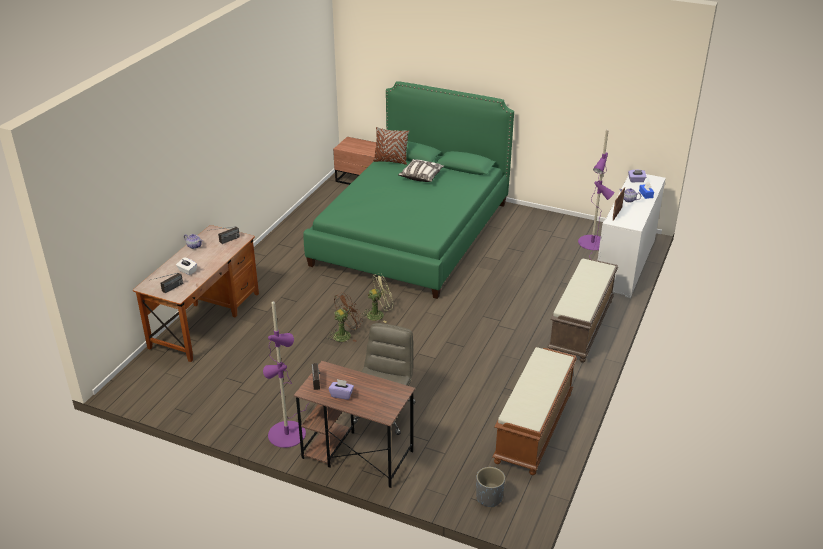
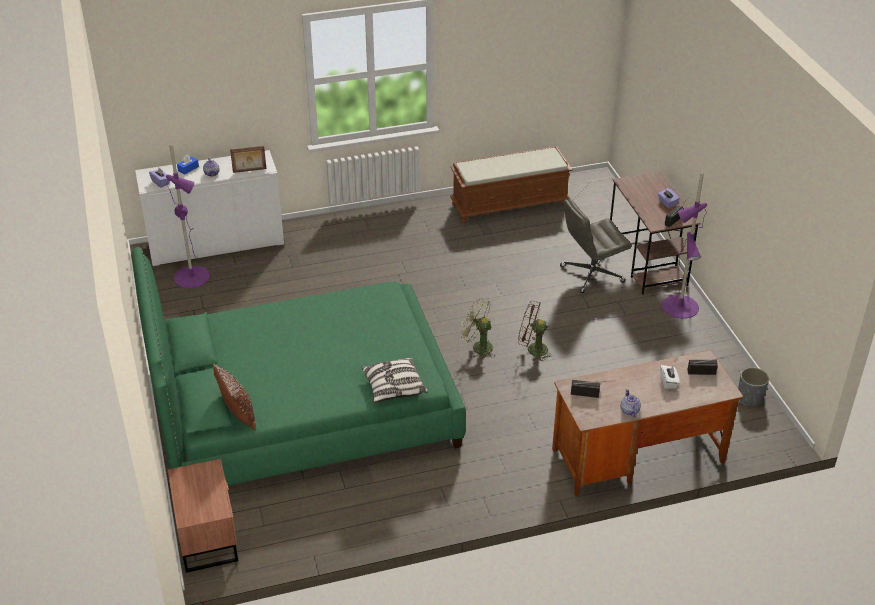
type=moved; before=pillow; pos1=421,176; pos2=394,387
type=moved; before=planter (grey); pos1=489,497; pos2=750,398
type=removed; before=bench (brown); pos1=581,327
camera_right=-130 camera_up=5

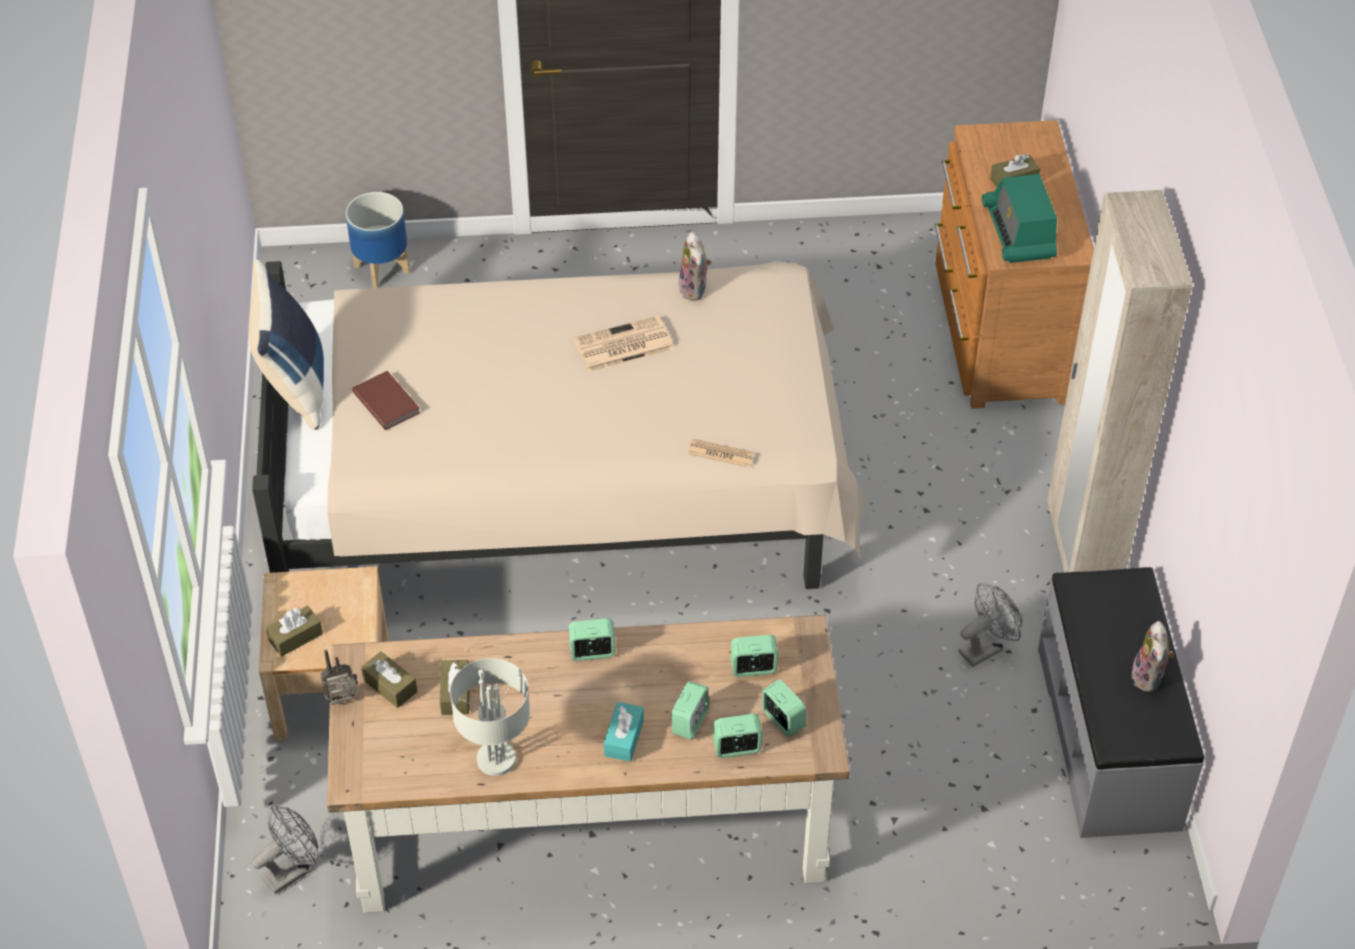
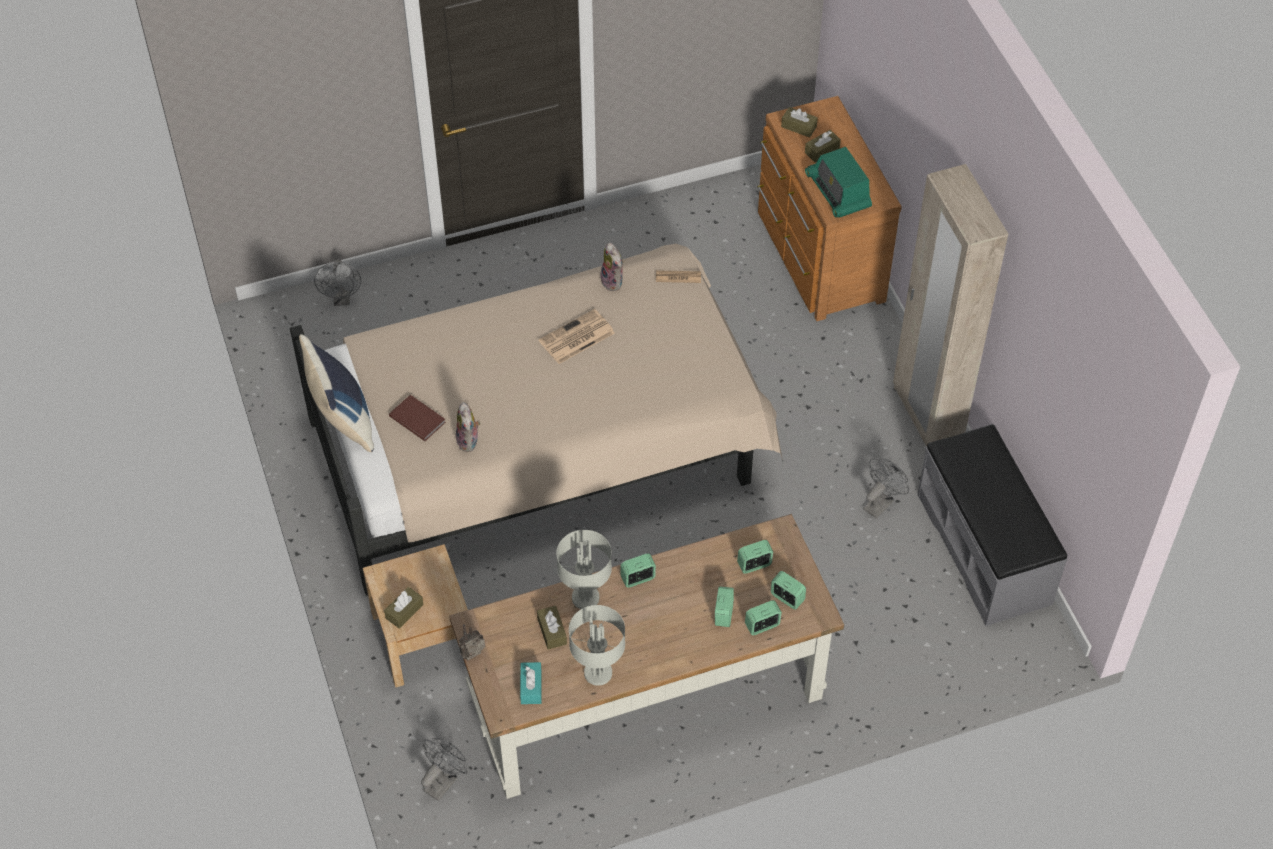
type=replaced; before=planter; after=fan (grey); pos1=382,269; pos2=342,299
type=moved; before=plush toy; pos1=1149,678; pos2=469,441
type=moved; before=tissue box (turquoise); pos1=624,738; pos2=531,687
type=added; after=table lamp (grey); pos2=585,598
type=moved; before=newspaper; pos1=720,454; pos2=678,277
type=moved; before=tissue box (brown); pos1=390,686; pos2=798,127
camera_right=-15 camera_up=5

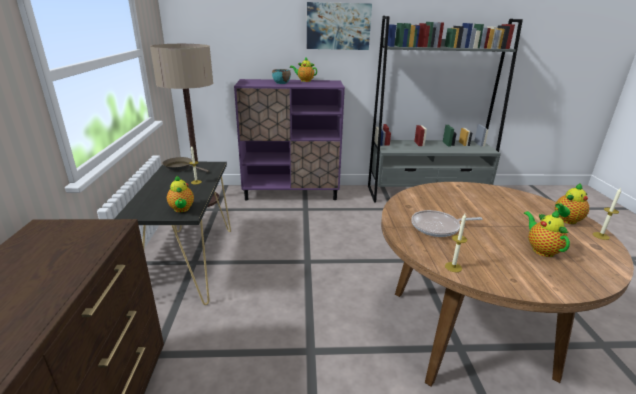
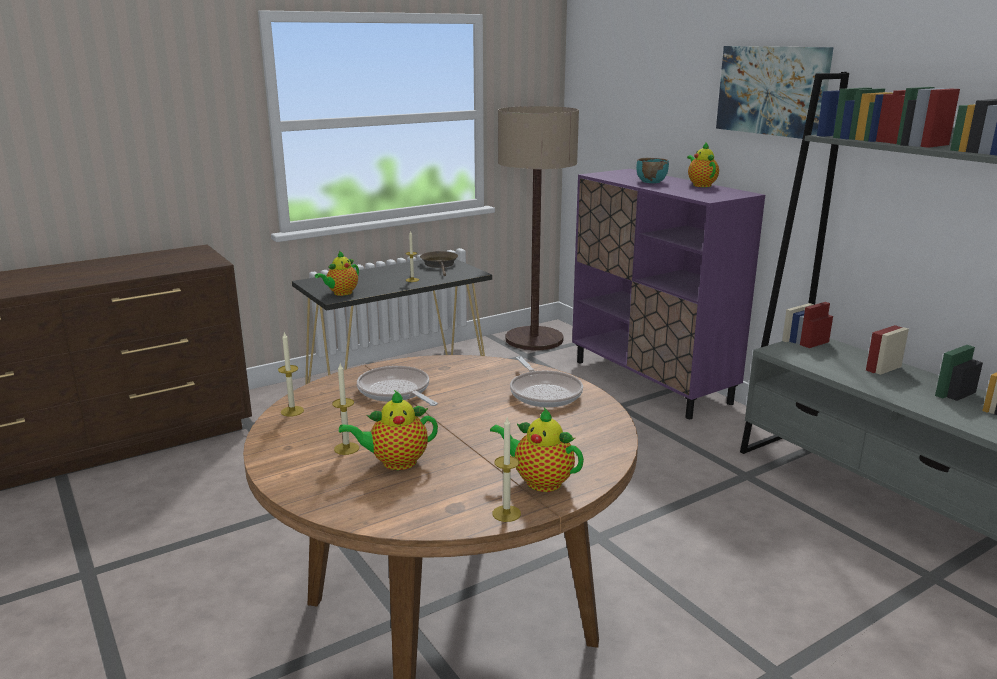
type=added; after=candle; pos2=346,448
type=turned; before=teapot; pos1=541,249; pos2=395,462; turn=-150
type=added; after=frying pan; pos2=544,392
camera_right=60 camera_up=-5

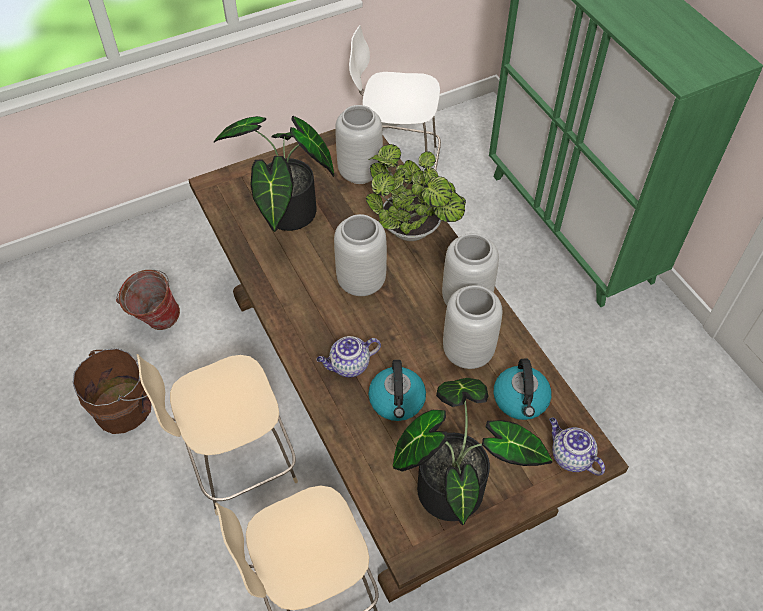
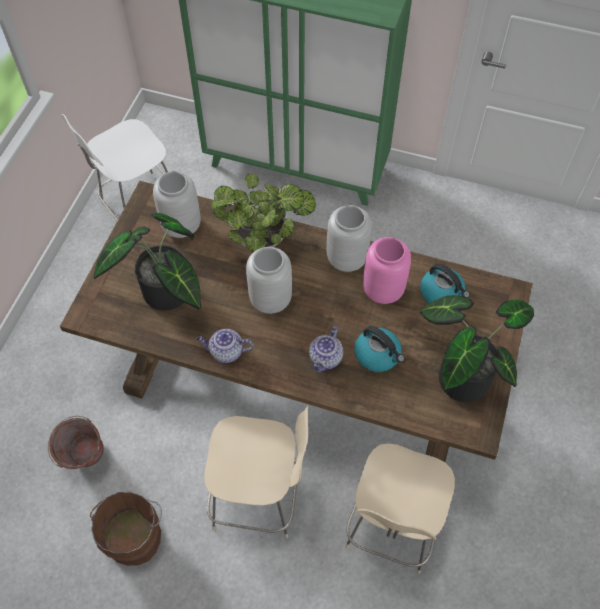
type=moved; before=teapot; pos1=570,456; pos2=226,352
type=turned; before=chair (beige); pos1=239,464; pos2=259,497; turn=-105
type=recoloured; before=vase (grey); after=vase (pink); pos1=469,352; pos2=384,289
camera_right=-45 camera_up=5

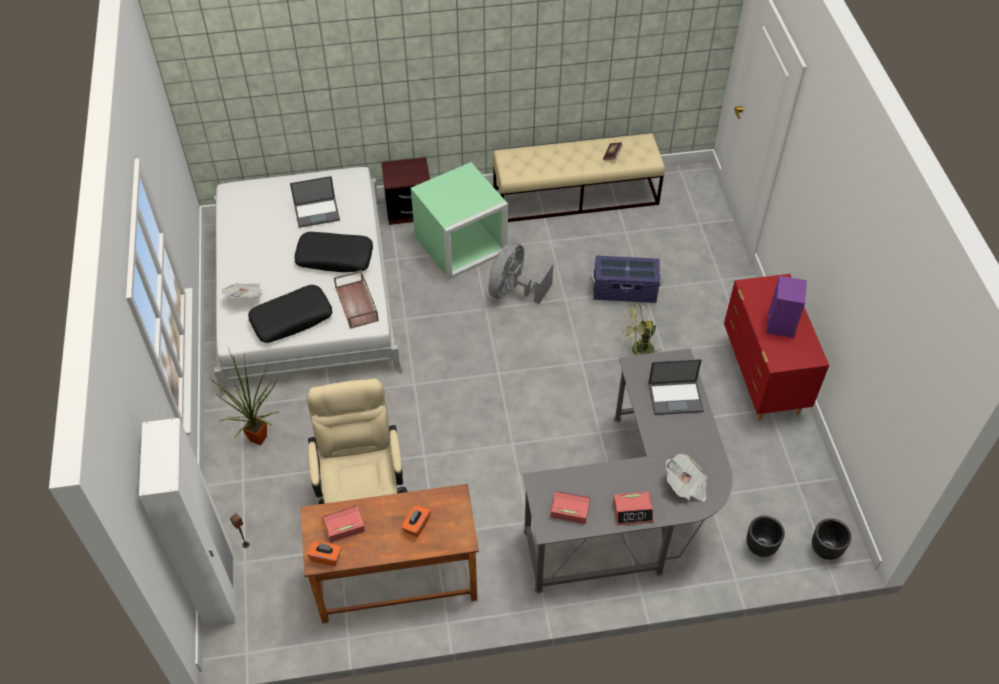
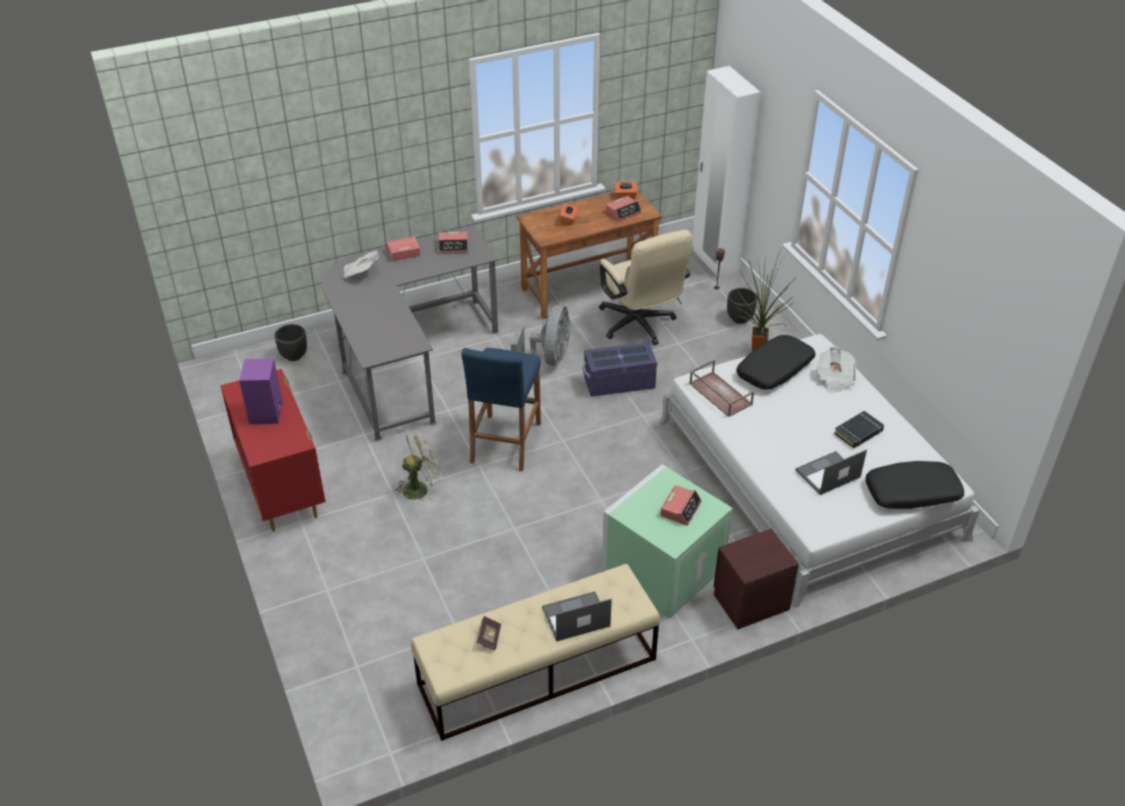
type=added; after=stool (blue); pos2=505,442
type=moved; before=fan (grey); pos1=514,291; pos2=548,359
type=moved; before=laptop; pos1=676,397; pos2=575,617
type=moved; before=storage box (purple); pos1=624,290; pos2=619,383
type=added; after=alarm clock; pos2=680,509
type=moved; before=planter (black); pos1=825,549; pos2=740,319
type=added; after=book (black); pos2=858,432
type=moved; before=pillow (black); pos1=335,257; pos2=912,493
camera_right=165 camera_up=-10

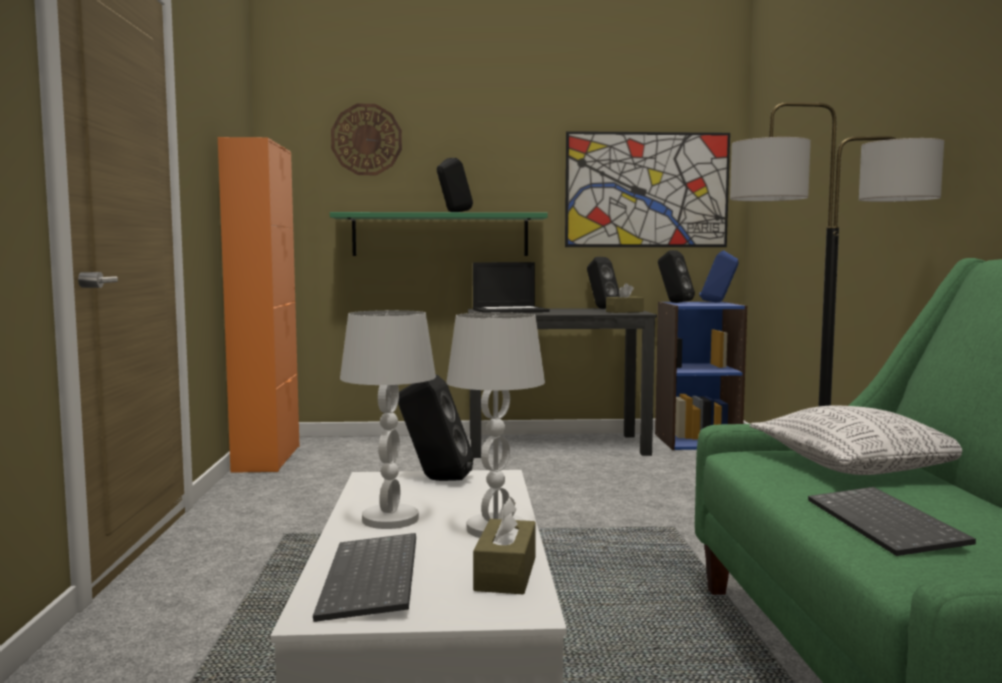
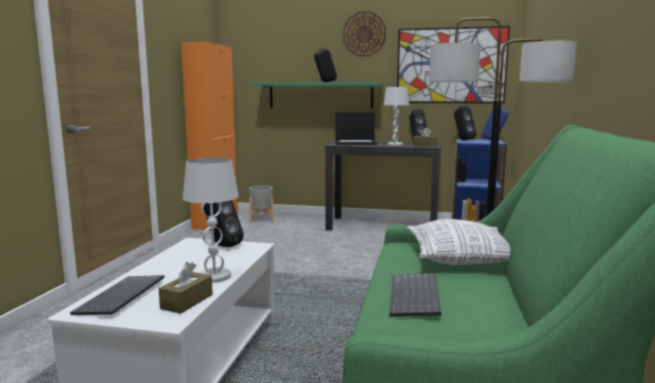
type=added; after=planter (grey); pos2=261,219
type=moved; before=wall clock; pos1=366,139; pos2=364,34
type=moved; before=table lamp (white); pos1=390,519; pos2=395,144
camera_right=15 camera_up=5

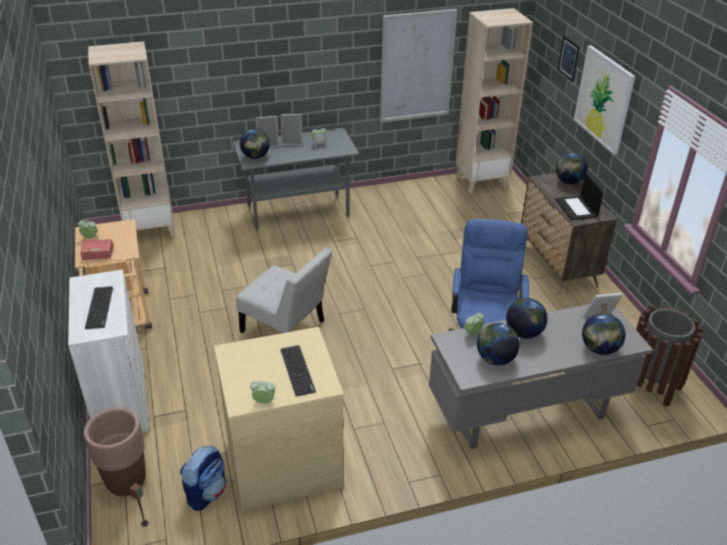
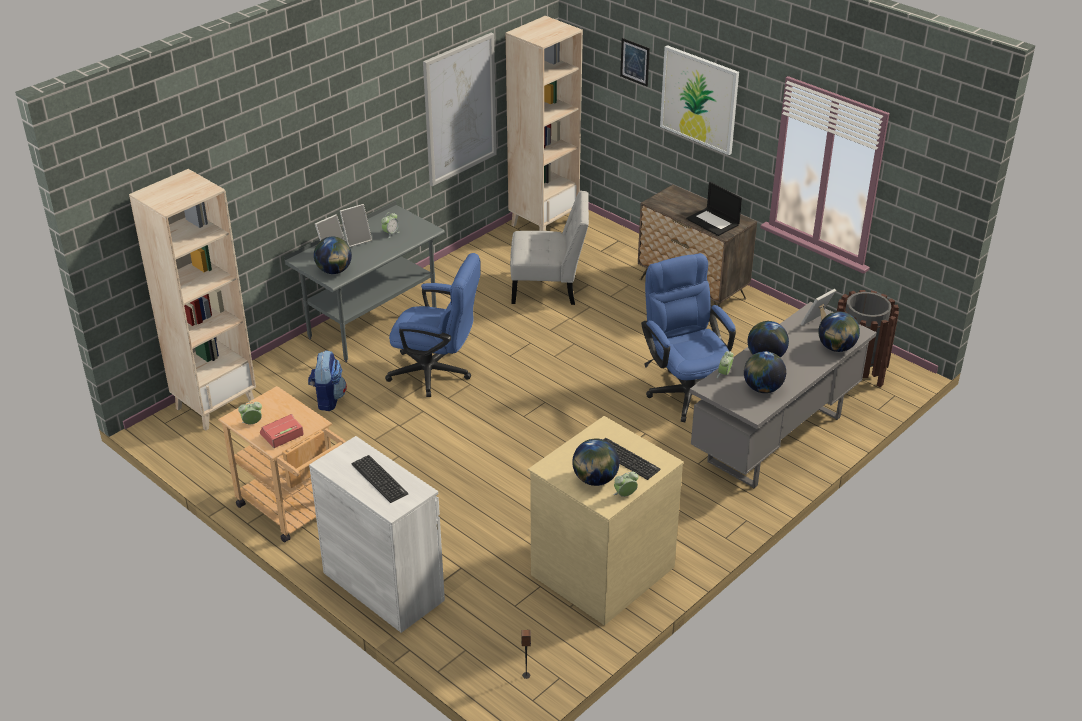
type=moved; before=backpack; pos1=207,493; pos2=328,399
type=added; after=office chair (blue); pos2=437,373
type=moved; before=chair (white); pos1=286,329; pos2=549,288
type=moved; before=globe; pos1=568,182; pos2=595,479
type=removed; before=planter (brown); pos1=126,482
camera_right=-30 camera_up=0

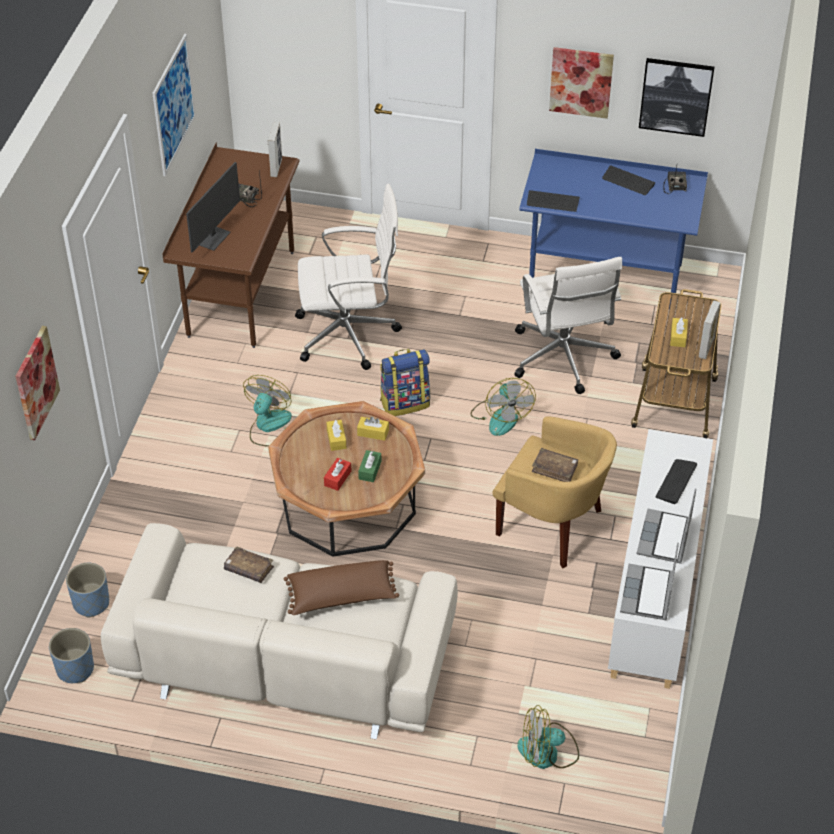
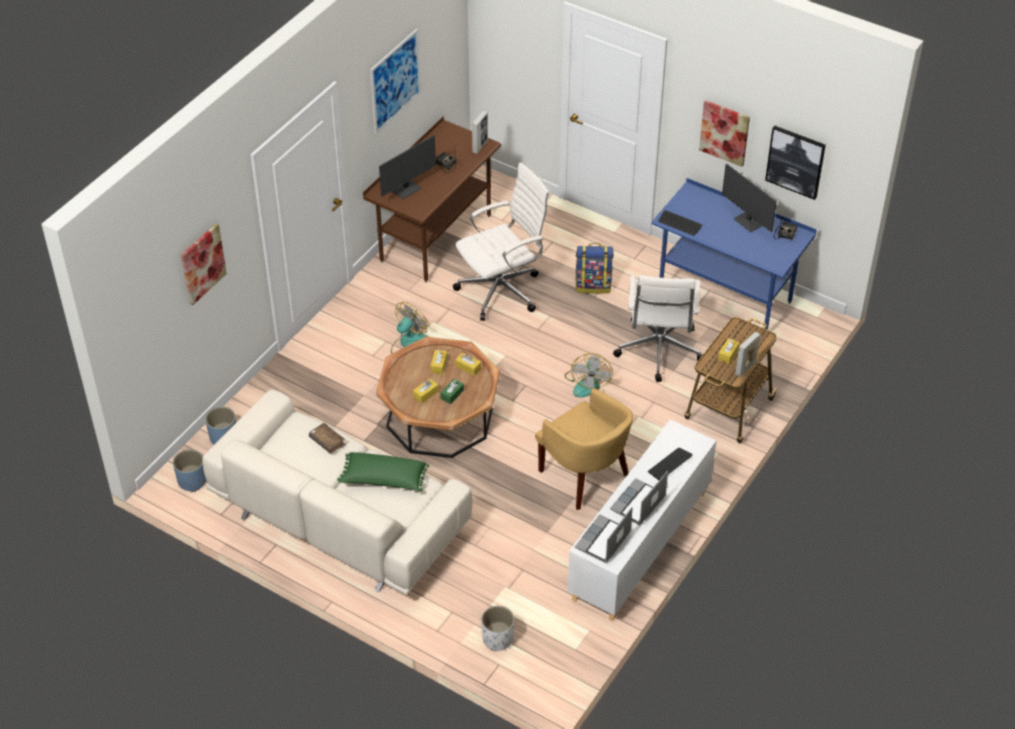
type=recoloured; before=pillow (brown); after=pillow (green); pos1=341,597; pos2=383,480
type=recoloured; before=tissue box (red); after=tissue box (yellow); pos1=337,478; pos2=425,394
type=turned; before=office chair (white); pos1=349,334; pos2=502,290; turn=-45
type=replaced; before=fan; after=planter (white); pos1=548,752; pos2=497,639
type=moved; before=backpack; pos1=405,403; pos2=593,285
type=replaced; before=keyboard; after=monitor; pos1=628,181; pos2=749,221
type=removed; before=book (brown); pos1=555,469
camera_right=20 camera_up=0

